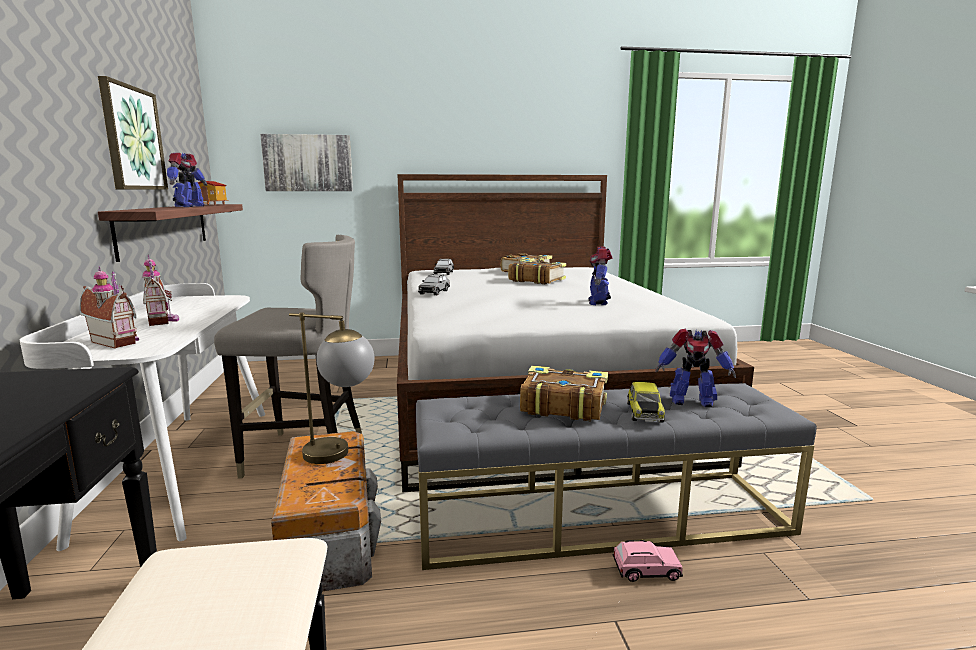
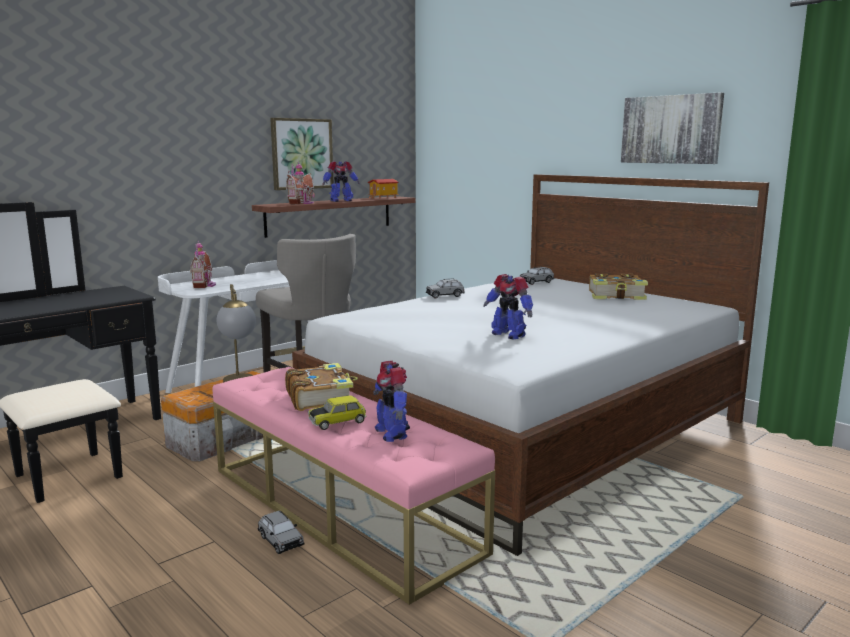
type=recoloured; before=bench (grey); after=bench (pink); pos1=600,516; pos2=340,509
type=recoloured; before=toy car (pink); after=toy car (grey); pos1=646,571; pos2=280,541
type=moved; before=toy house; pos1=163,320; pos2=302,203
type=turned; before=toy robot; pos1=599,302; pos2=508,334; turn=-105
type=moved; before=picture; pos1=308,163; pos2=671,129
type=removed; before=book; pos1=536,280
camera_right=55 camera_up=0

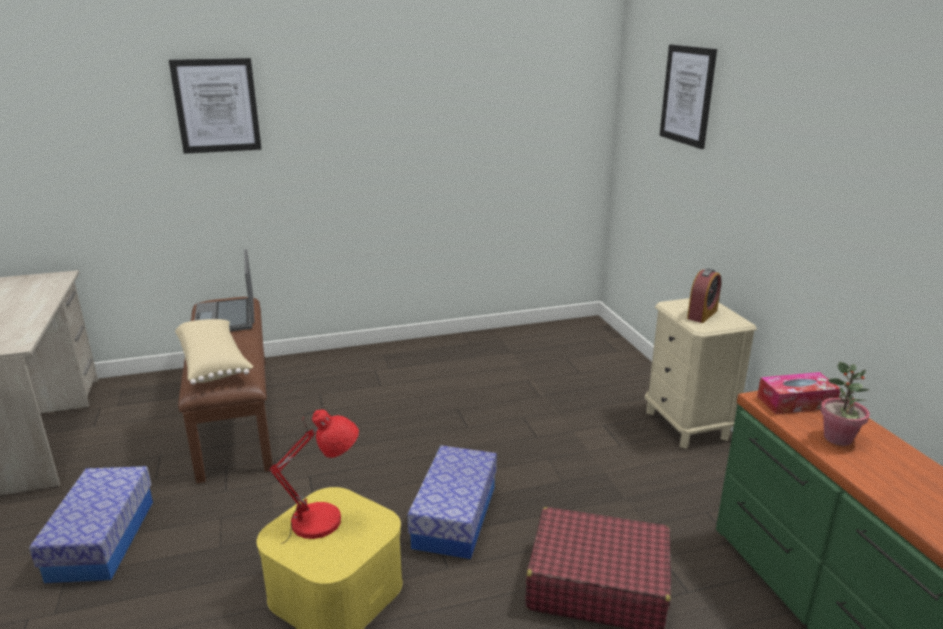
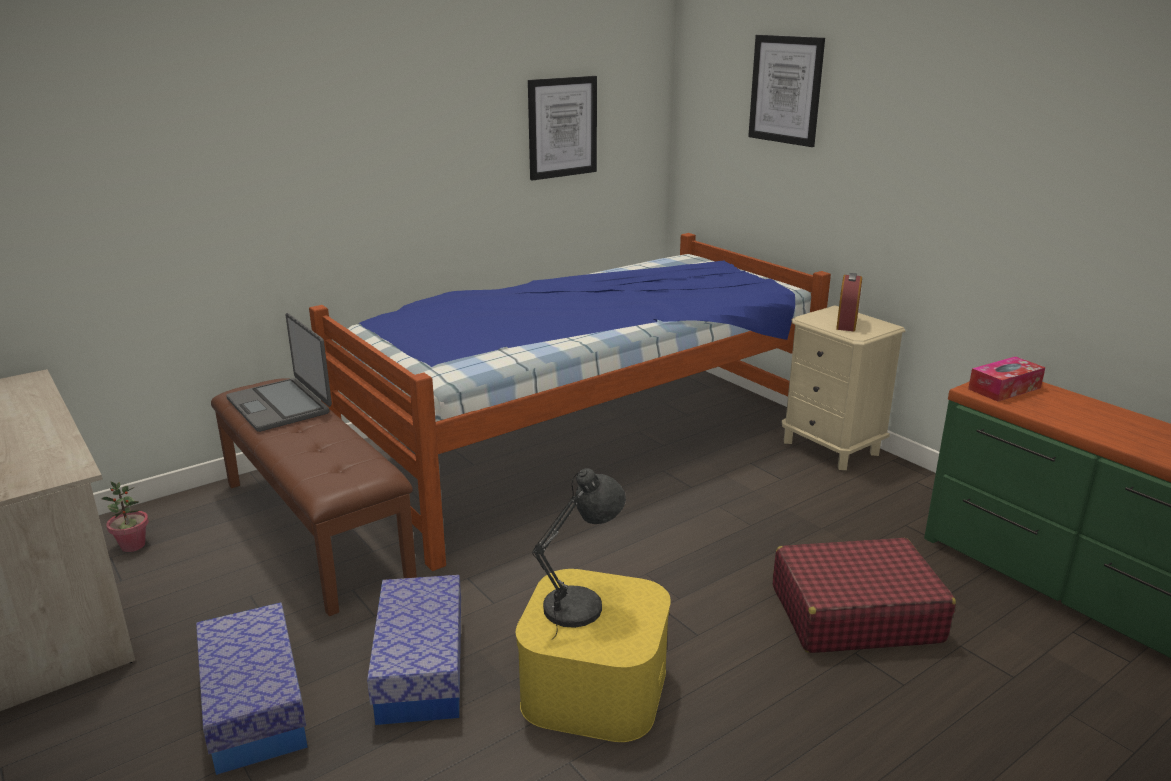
type=moved; before=potted plant; pos1=838,438; pos2=133,546
type=added; after=bed; pos2=582,443
type=moved; before=storage box; pos1=455,516; pos2=421,669
type=moved; before=picture; pos1=217,106; pos2=562,127
type=recoloured; before=table lamp (red); after=table lamp (grey); pos1=323,521; pos2=579,606
type=removed; before=pillow (beige); pos1=214,363
camera_right=-20 camera_up=0

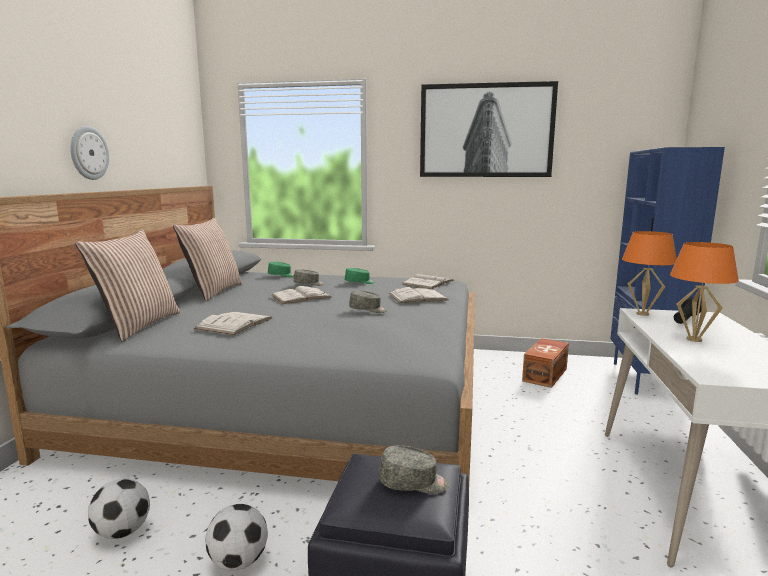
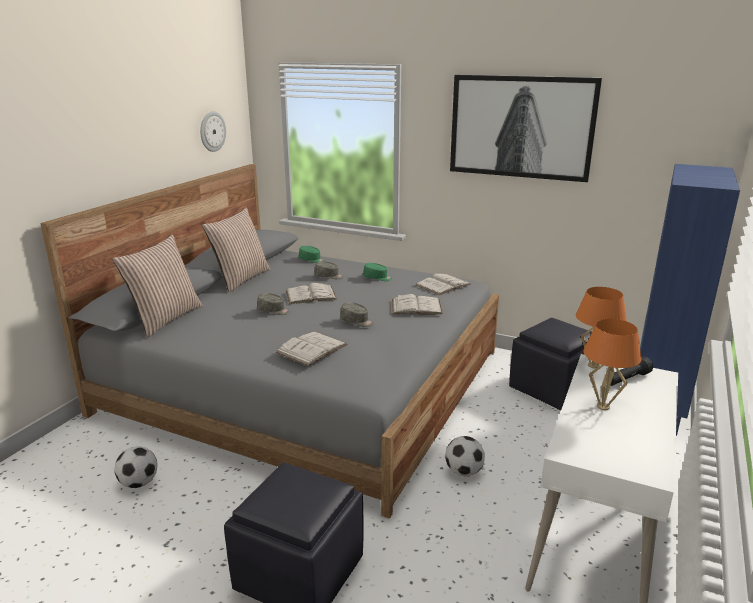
type=moved; before=wall clock; pos1=88,153; pos2=212,131
type=moved; before=cap (grey); pos1=413,483; pos2=273,311
type=moved; before=book (white); pos1=234,323; pos2=311,348
type=moved; before=football; pos1=238,561; pos2=463,472
type=replaced; before=storage box (brown); after=ottoman (black); pos1=546,374; pos2=553,389
camera_right=15 camera_up=10

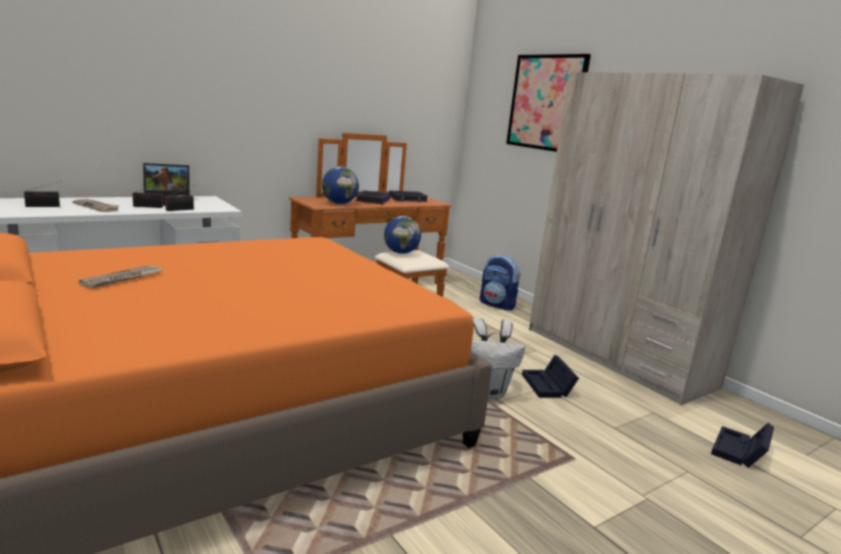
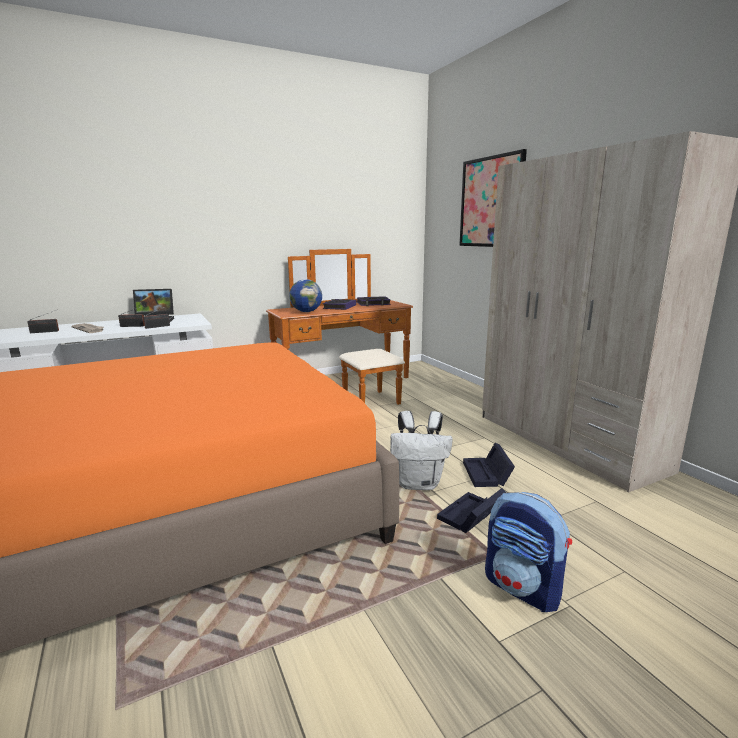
type=moved; before=storage box (black); pos1=740,452; pos2=470,517
type=moved; before=backpack; pos1=497,305; pos2=523,588
type=removed; before=newspaper; pos1=122,279
type=removed; before=globe; pos1=400,253
camera_right=10 camera_up=0

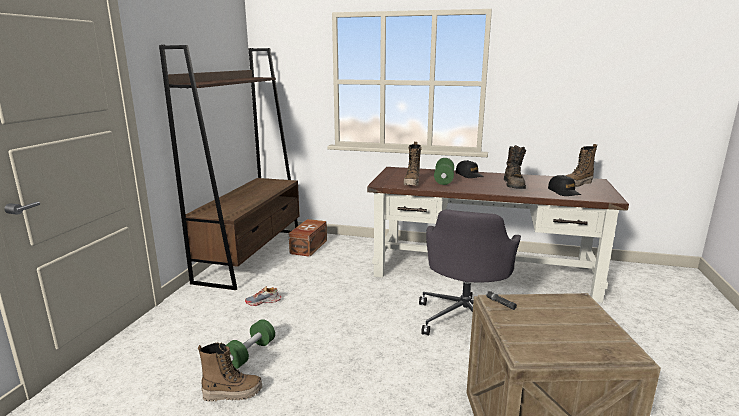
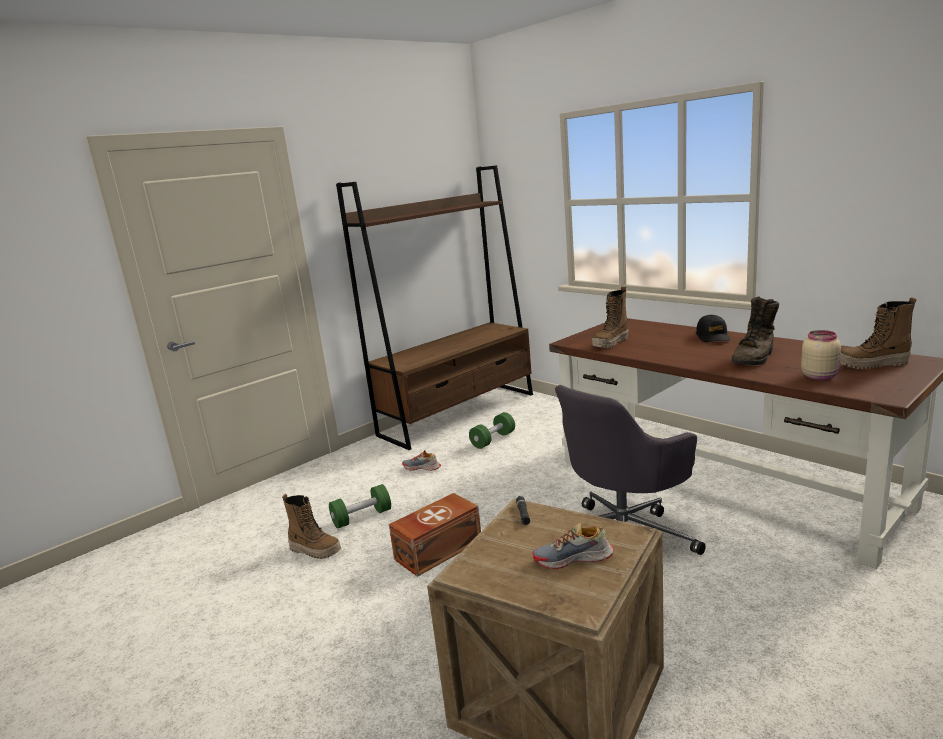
type=moved; before=storage box (brown); pos1=308,247; pos2=436,550
type=moved; before=dumbbell (green); pos1=443,180; pos2=493,440
type=added; after=shoe; pos2=573,559
type=replaced; before=cap (black); after=jar (beige); pos1=564,192; pos2=820,376
camera_right=35 camera_up=0

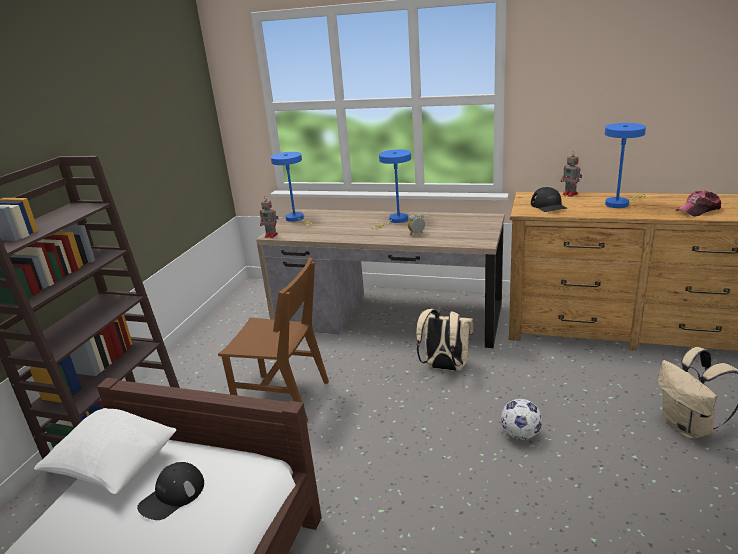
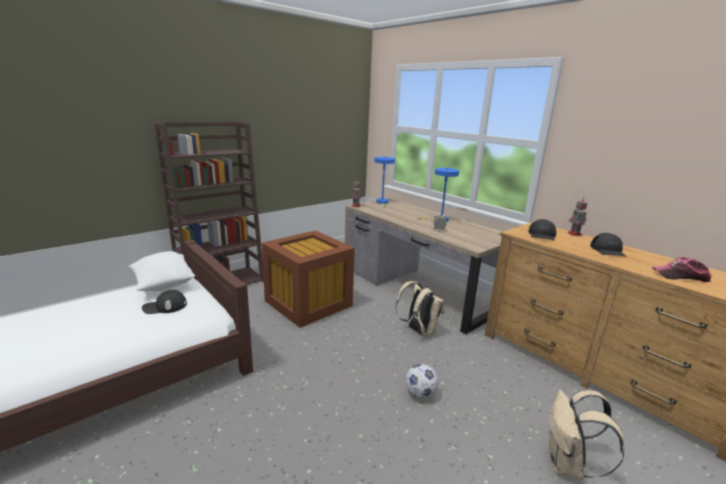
type=replaced; before=chair (brown); after=storage box (brown); pos1=283,397; pos2=308,304
type=replaced; before=table lamp (blue); after=cap (black); pos1=619,203; pos2=608,250
camera_right=30 camera_up=-5

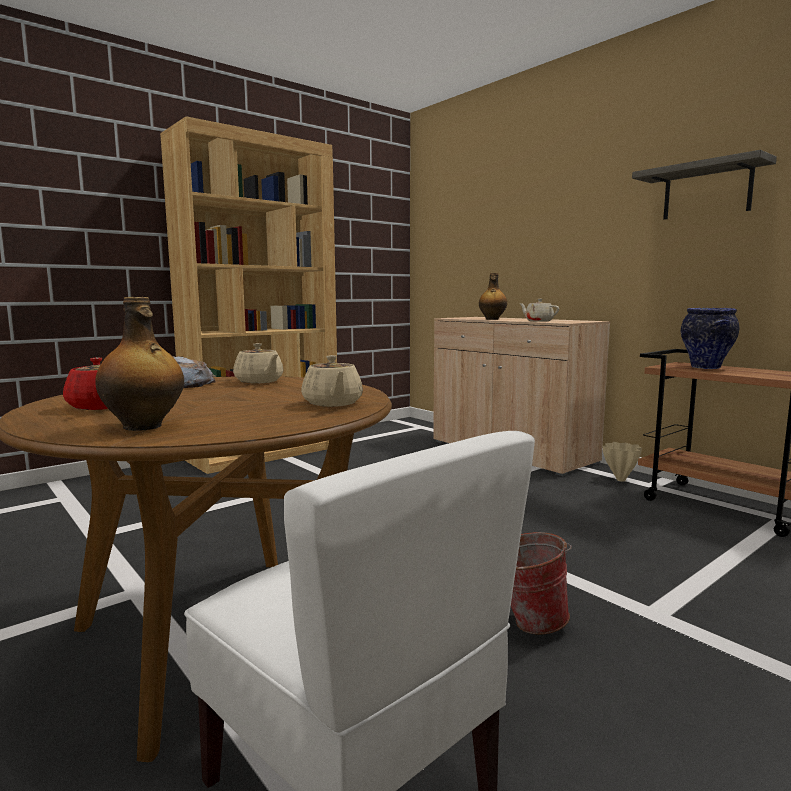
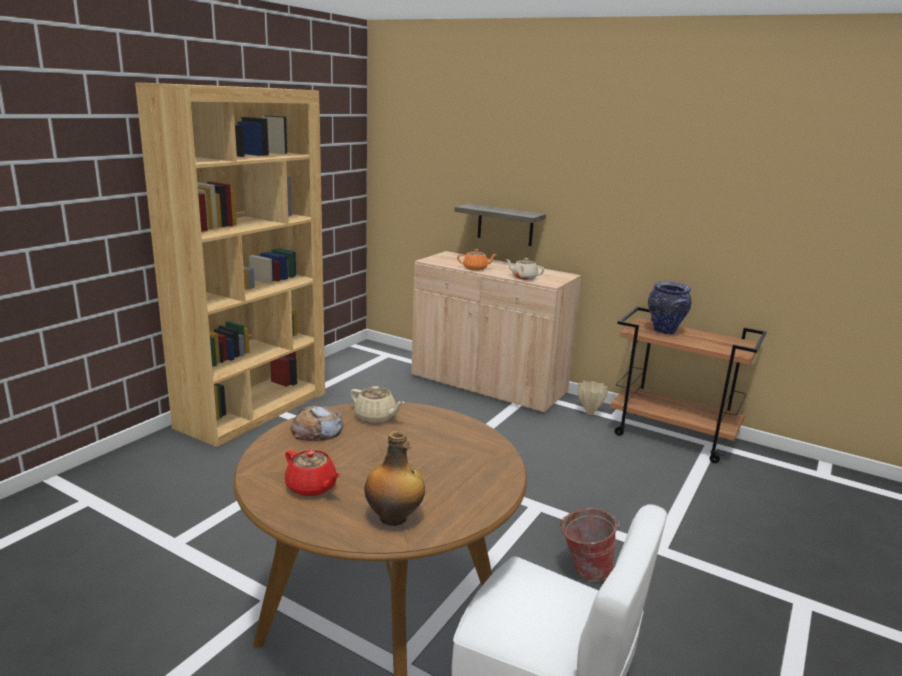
type=moved; before=shelf; pos1=707,191; pos2=505,225
type=replaced; before=bottle; after=teapot (orange); pos1=492,319; pos2=476,268
type=removed; before=teapot (beige); pos1=332,403
camera_right=-20 camera_up=10

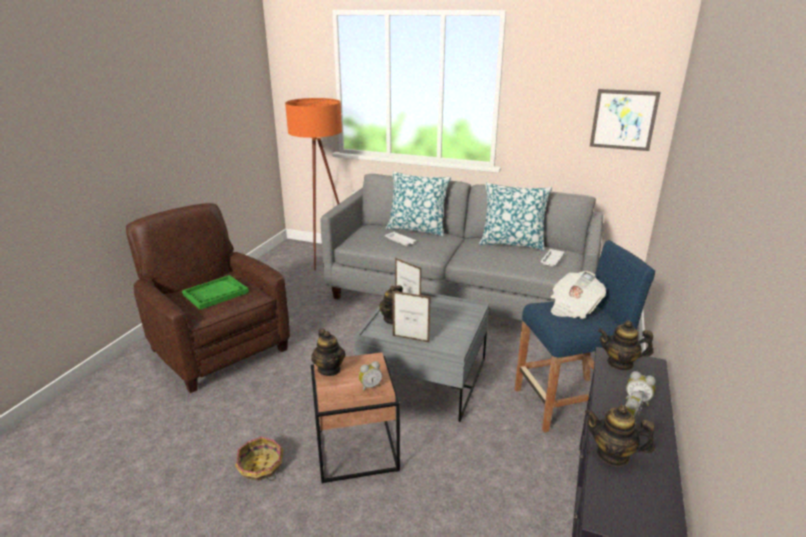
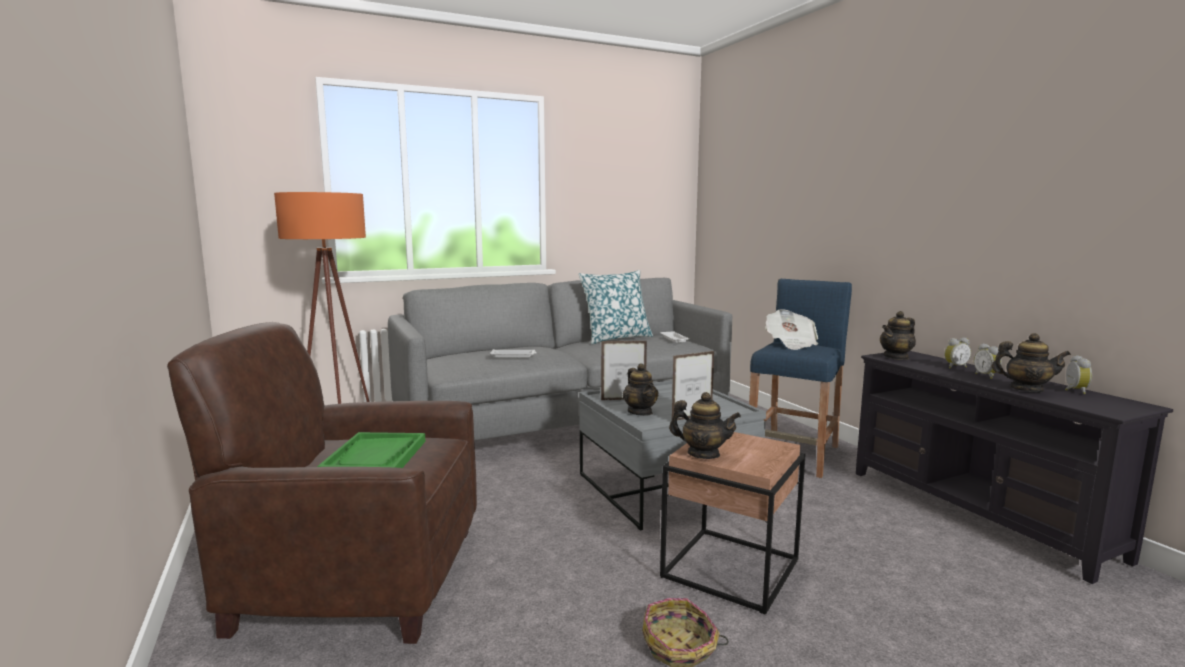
type=turned; before=teapot; pos1=613,455; pos2=1026,389; turn=-135
type=moved; before=alarm clock; pos1=370,386; pos2=1074,391
type=removed; before=pillow; pos1=417,229
type=removed; before=picture; pos1=623,120
camera_right=-45 camera_up=-15

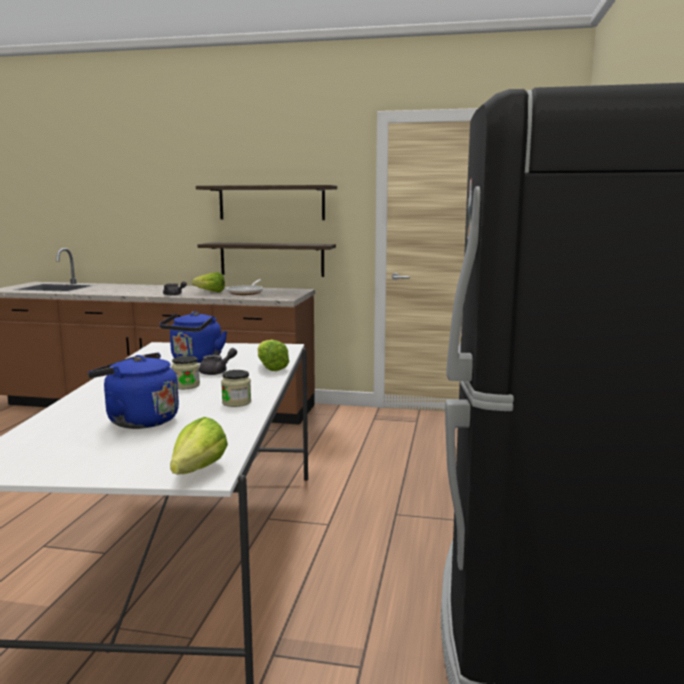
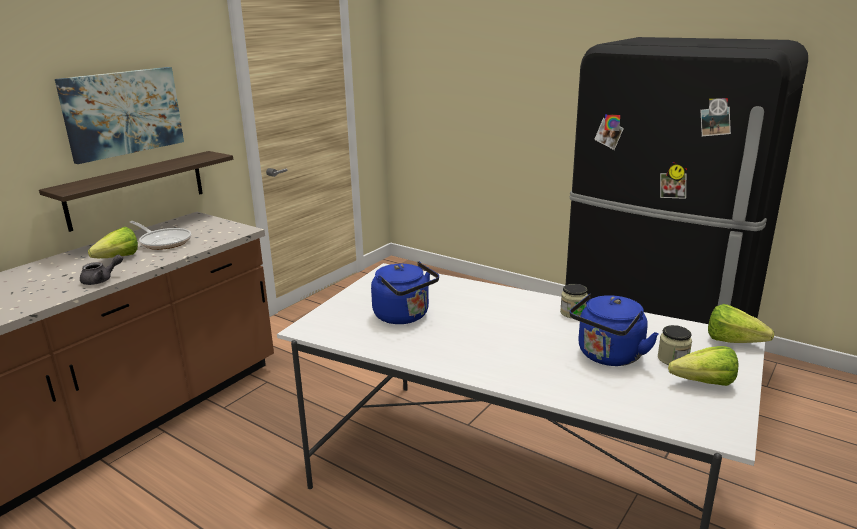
type=replaced; before=shelf; after=picture; pos1=271,203; pos2=123,113
type=moved; before=jar; pos1=186,385; pos2=673,359
type=moved; before=lettuce; pos1=270,366; pos2=698,383
type=removed; before=teapot (grey); pos1=217,372
camera_right=-65 camera_up=10

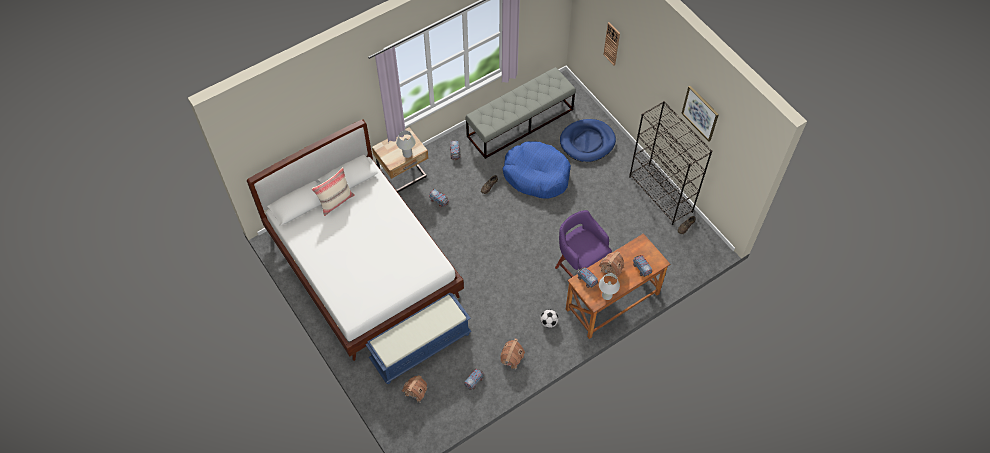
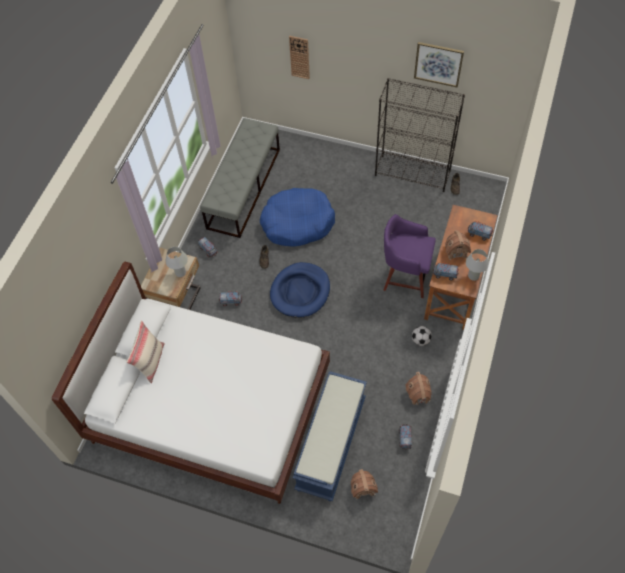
type=moved; before=dog bed (blue); pos1=587,142; pos2=300,291
camera_right=-35 camera_up=0

